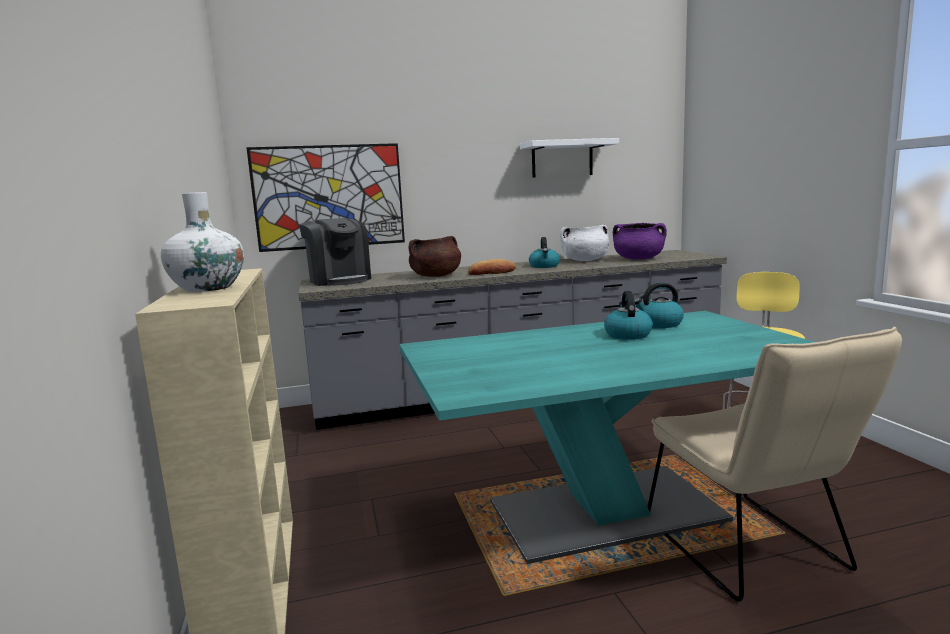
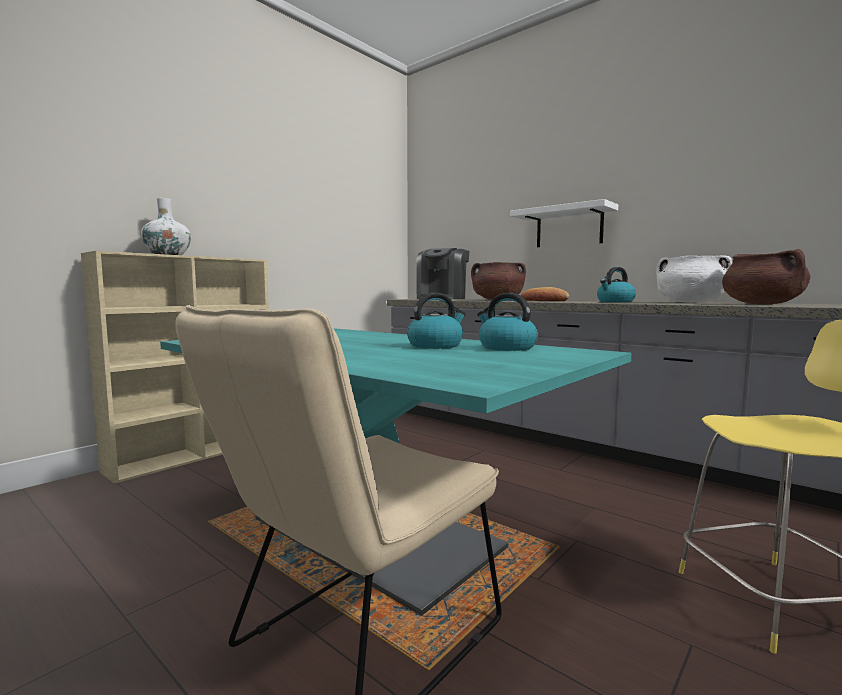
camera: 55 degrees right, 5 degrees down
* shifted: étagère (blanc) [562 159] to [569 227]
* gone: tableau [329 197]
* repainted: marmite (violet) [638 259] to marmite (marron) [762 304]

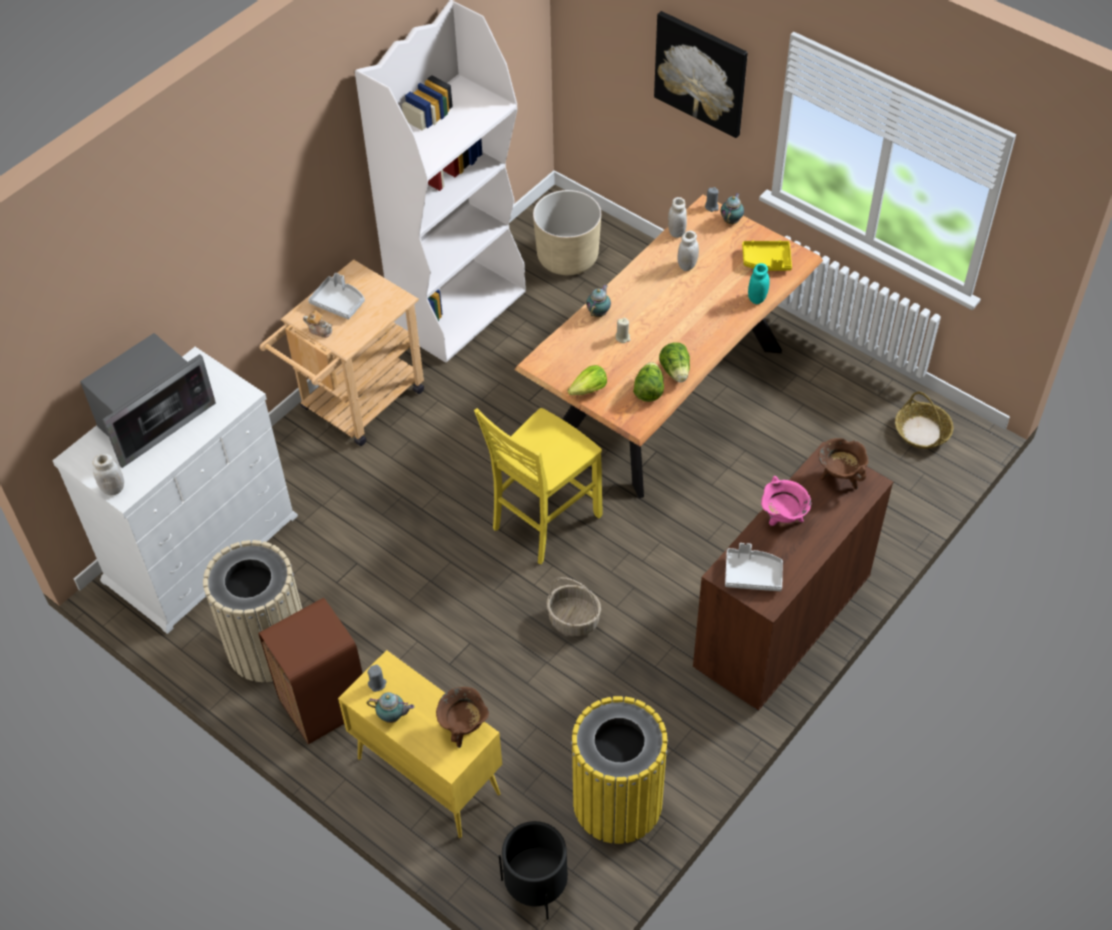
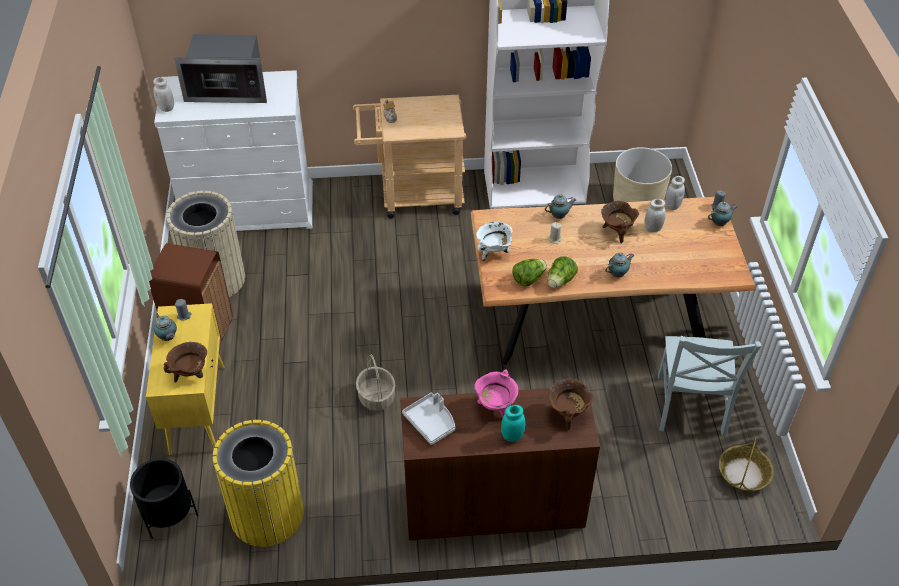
camera: 45 degrees right, 5 degrees down
* gone: tableau [701 73]
* gone: plateau (jaune) [766 261]
* shifted: bocal (turquoise) [757 298] to [512 436]
* gone: plateau (gris) [339 303]
* swapped: laitue [589 390] to marmite (blanc) [494 252]
* gone: chaise (jaune) [543 522]
* new: marmite (marron) [617 232]
* new: théière [618 274]
* new: chaise (gris) [690 408]

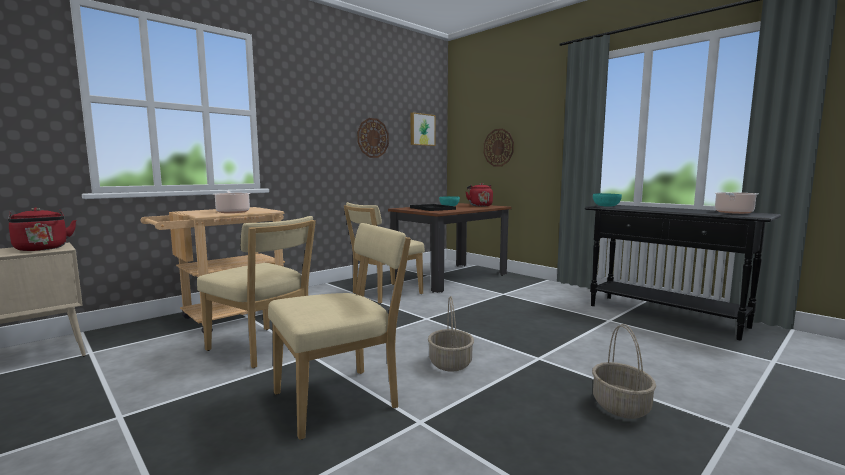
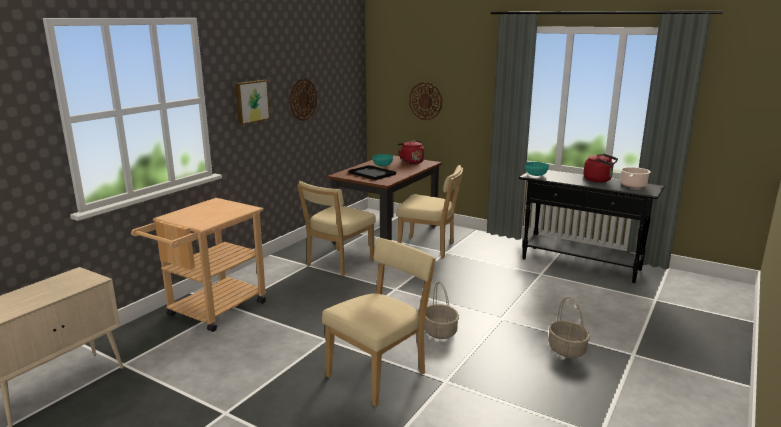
camera: 15 degrees left, 10 degrees up
* shifted: tableau [422 129] to [251 101]
* gone: marmite [232 212]
* shifted: bouilloire (rouge) [42 249] to [599 180]
* shifted: chaise (beige) [263 348] to [429 248]

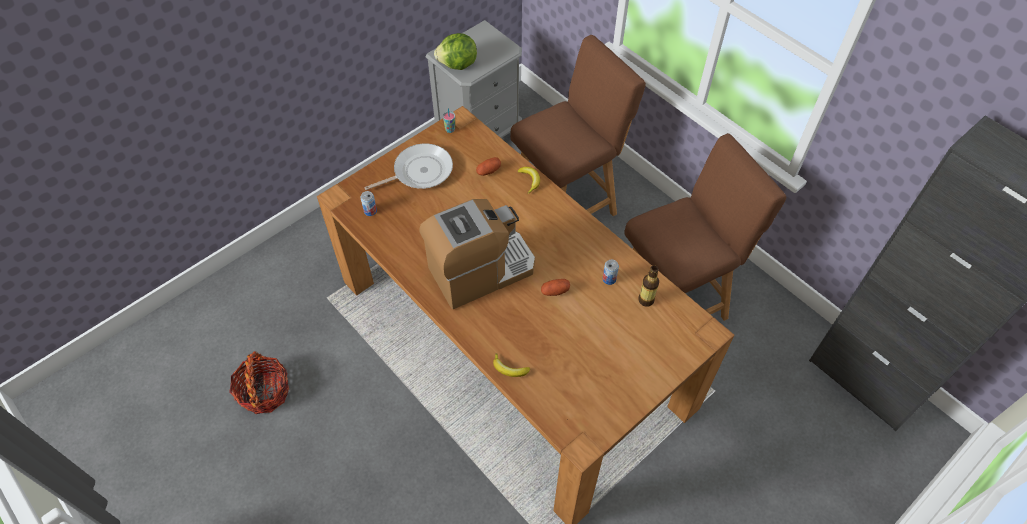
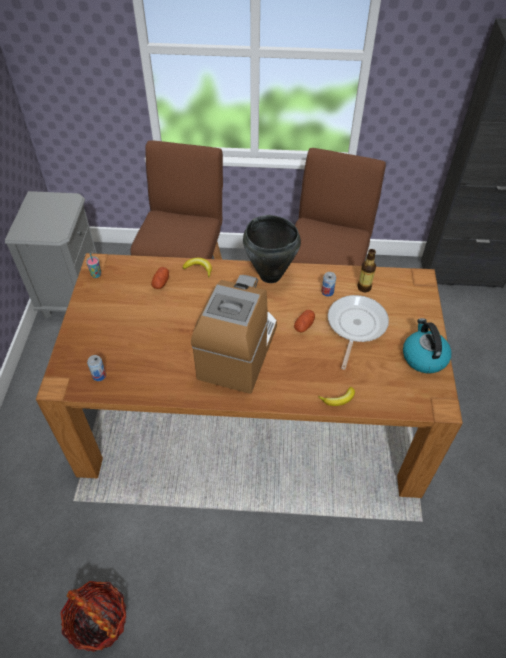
camera: 45 degrees left, 5 degrees down
* gone: laitue [458 65]
* shifted: poêle [419 171] to [355 326]
* new: marmite (noir) [270 276]
* new: bouilloire [423 357]

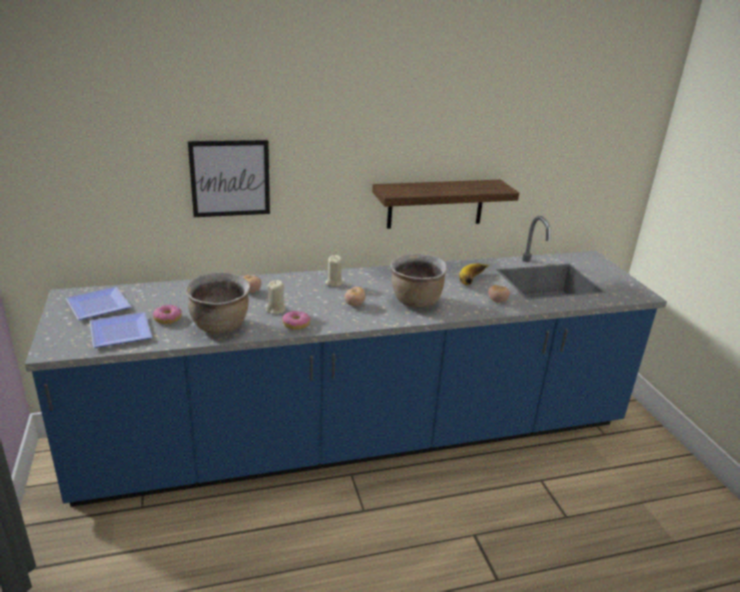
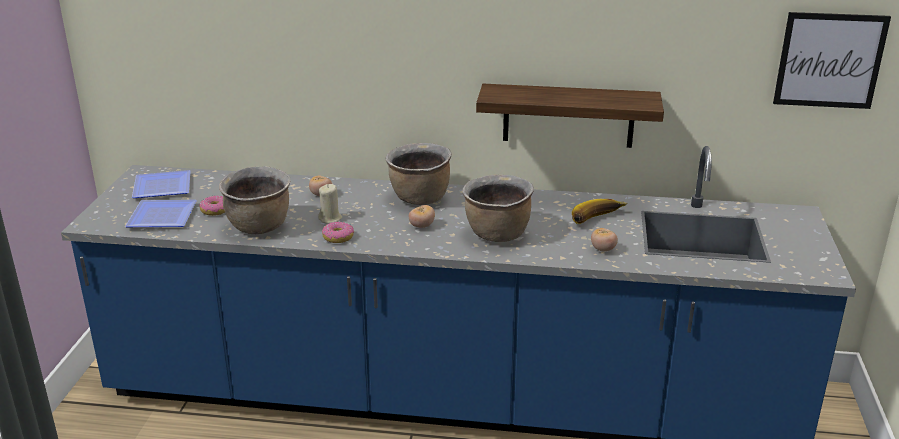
camera: 25 degrees right, 0 degrees up
* shifted: tableau [230 178] to [829 60]
* swapped: bougie (beige) [333 283] to marmite (marron) [419 198]

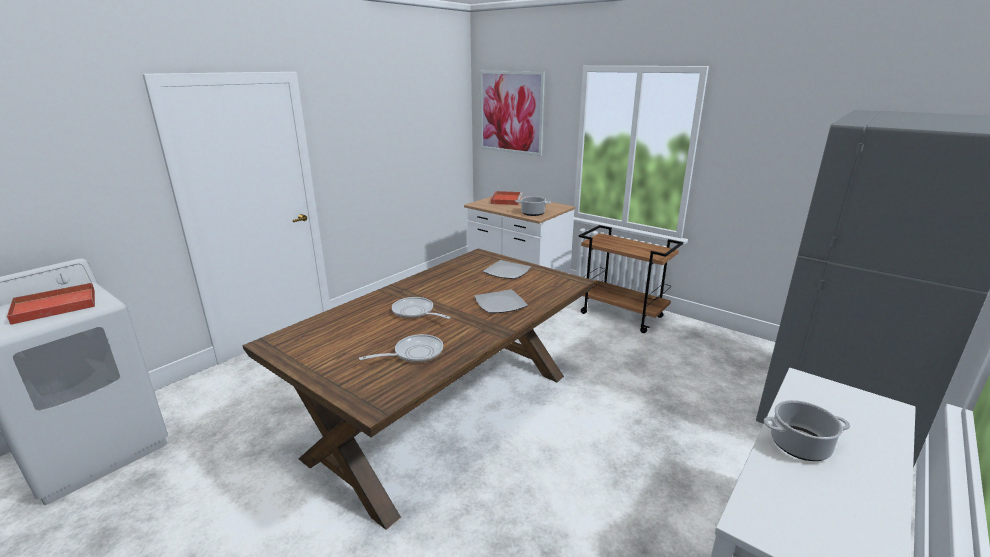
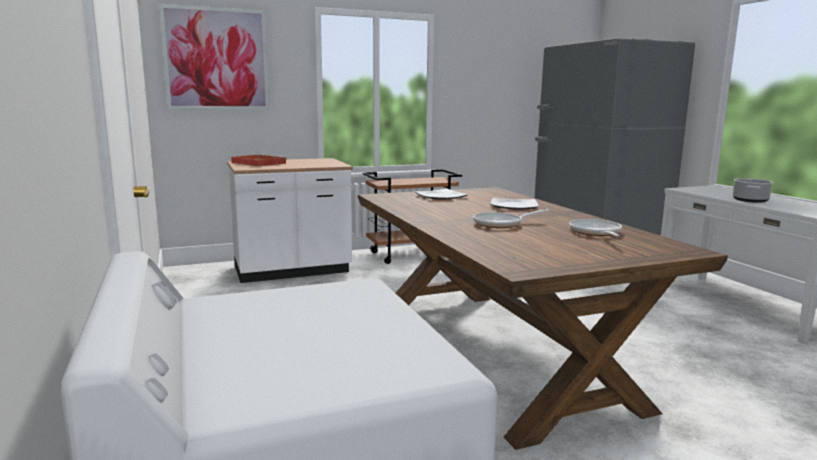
camera: 60 degrees left, 10 degrees down
* gone: marmite [533 213]
* gone: plateau (rouge) [53 306]

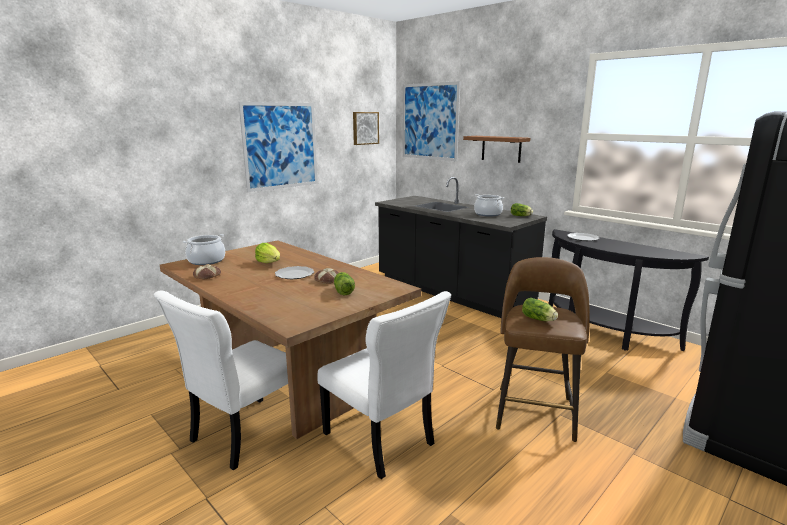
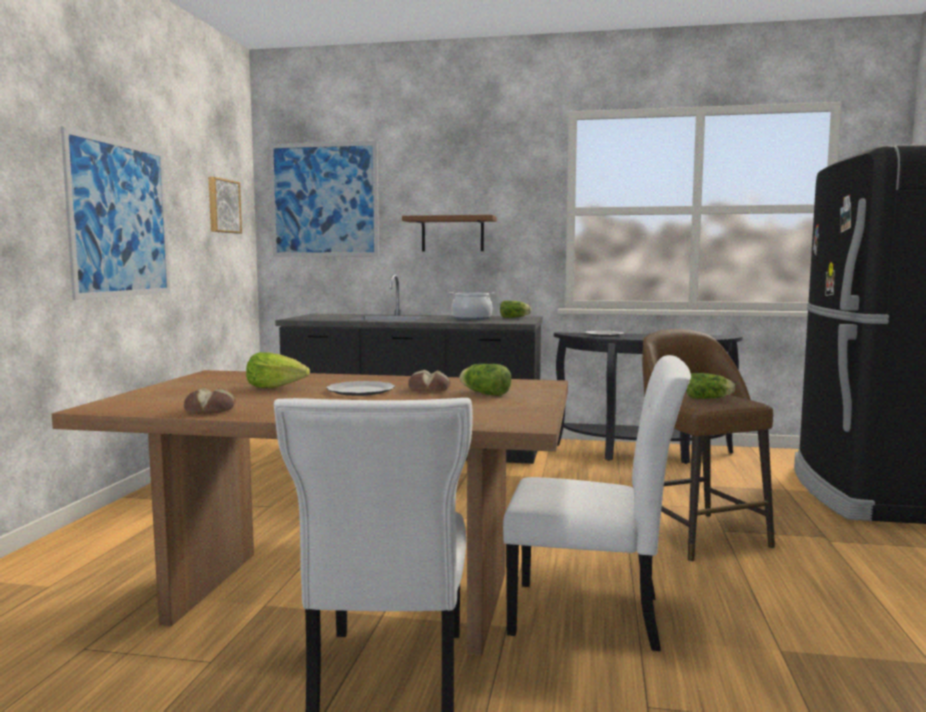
camera: 35 degrees left, 10 degrees down
* gone: marmite [206 261]

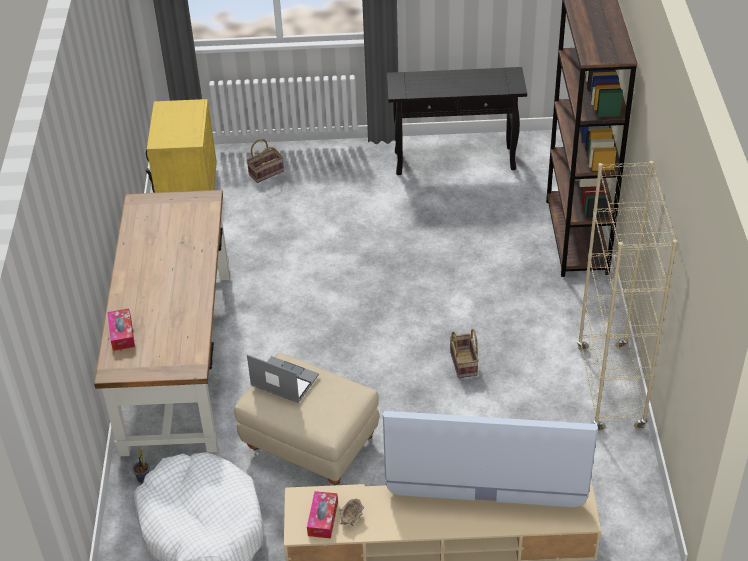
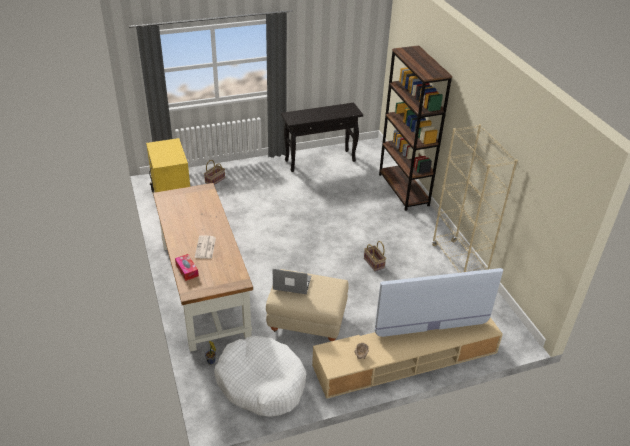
camera: 20 degrees left, 5 degrees down
* gone: boîte à mouchoirs [323 519]
* new: journal [205 248]

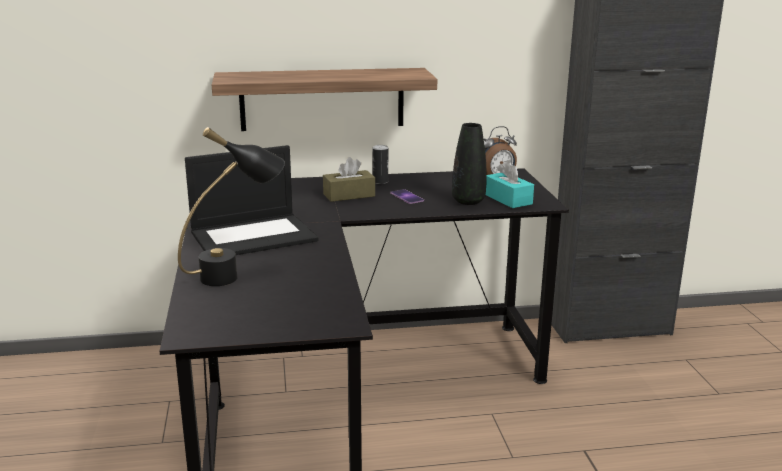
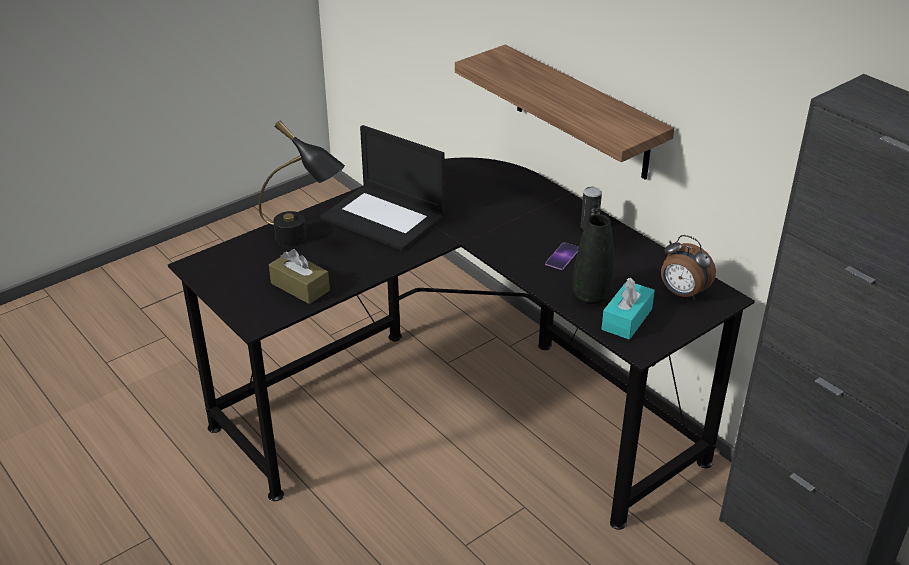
camera: 60 degrees right, 15 degrees up
* shifted: boîte à mouchoirs (marron) [349 195] to [300 287]

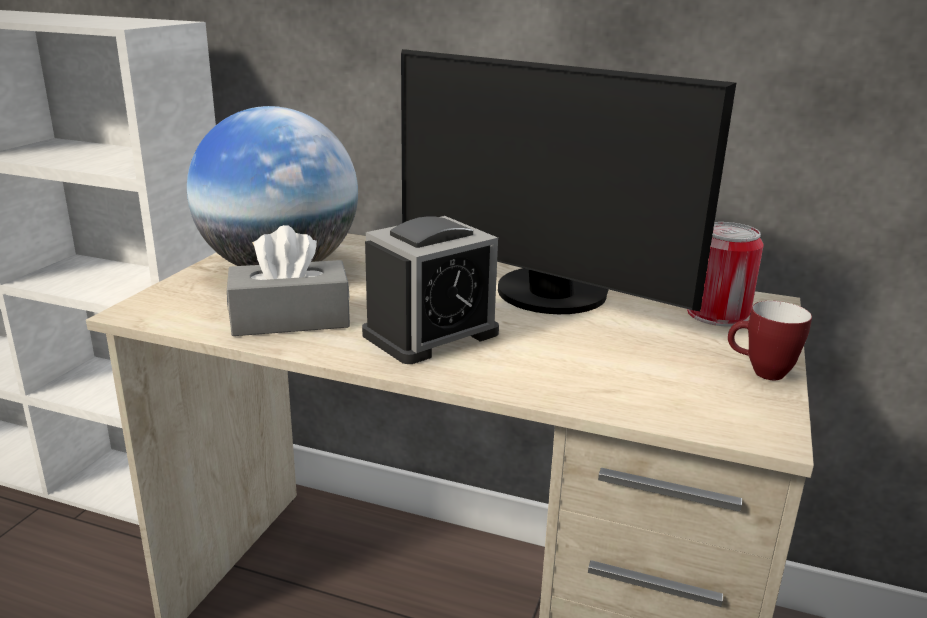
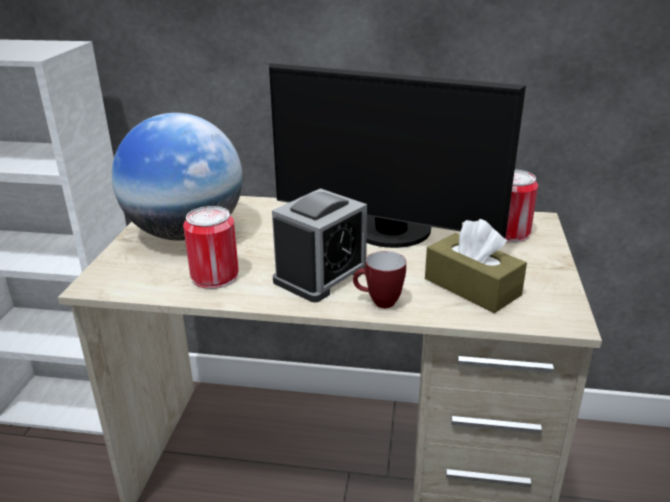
camera: 10 degrees left, 5 degrees up
* swapped: boîte à mouchoirs (gris) [290 319] to boîte métallique [215 276]
* shifted: mug [760 372] to [378 303]
* new: boîte à mouchoirs (marron) [472 287]

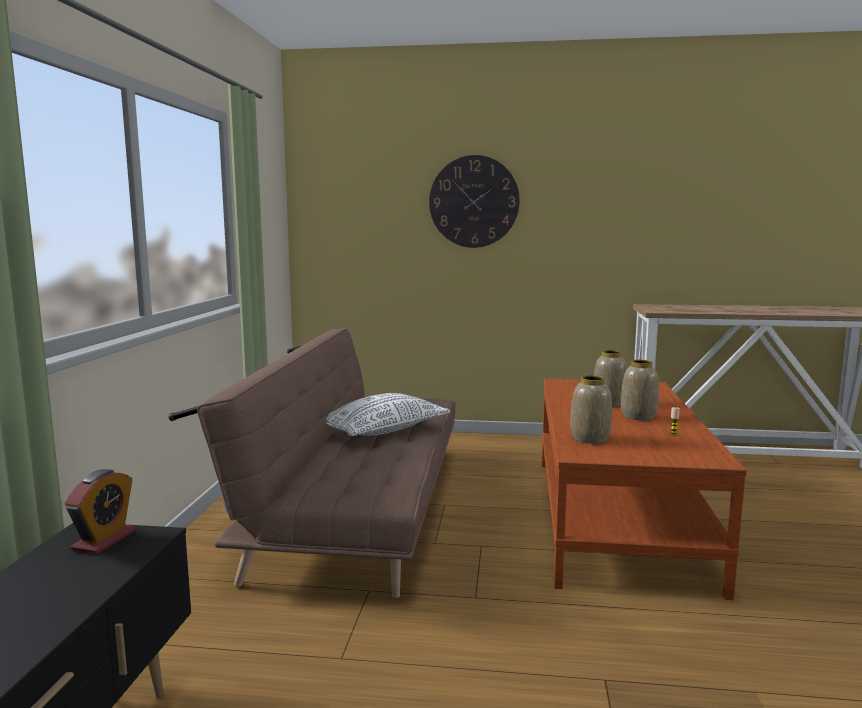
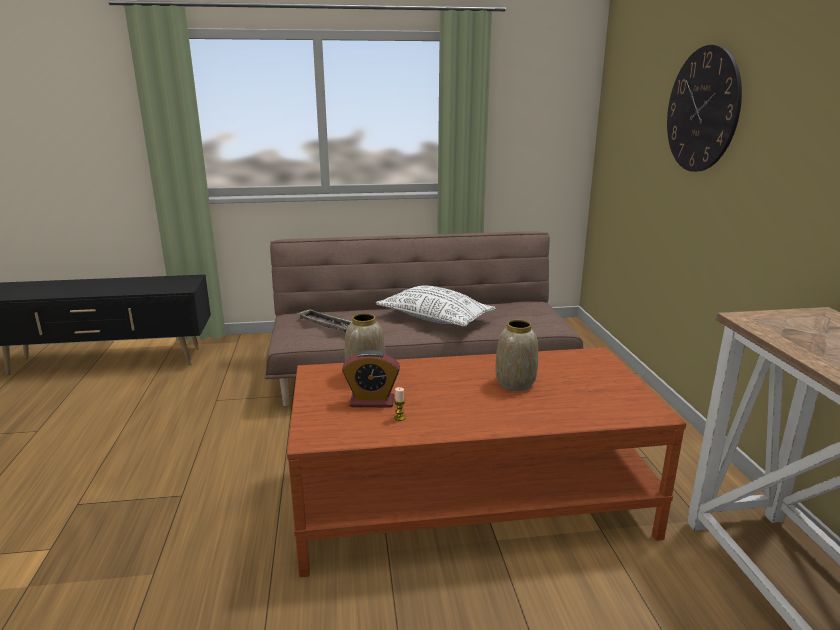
camera: 75 degrees right, 10 degrees up
* gone: vase [639 416]
* shifted: réveil [104 540] to [372 401]
* new: plateau [328 325]

